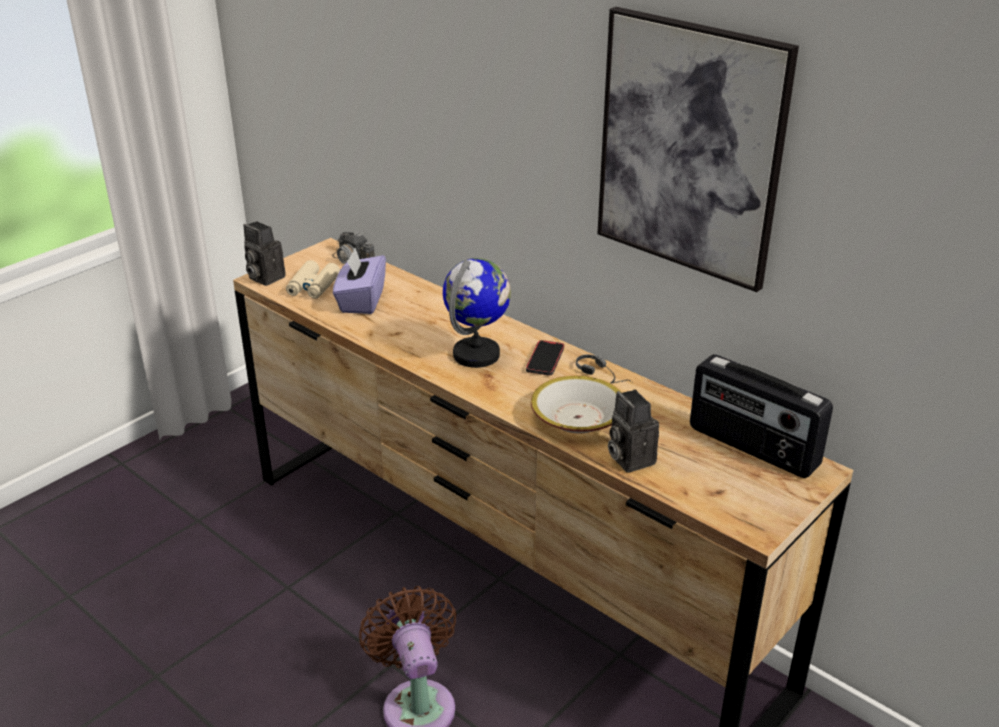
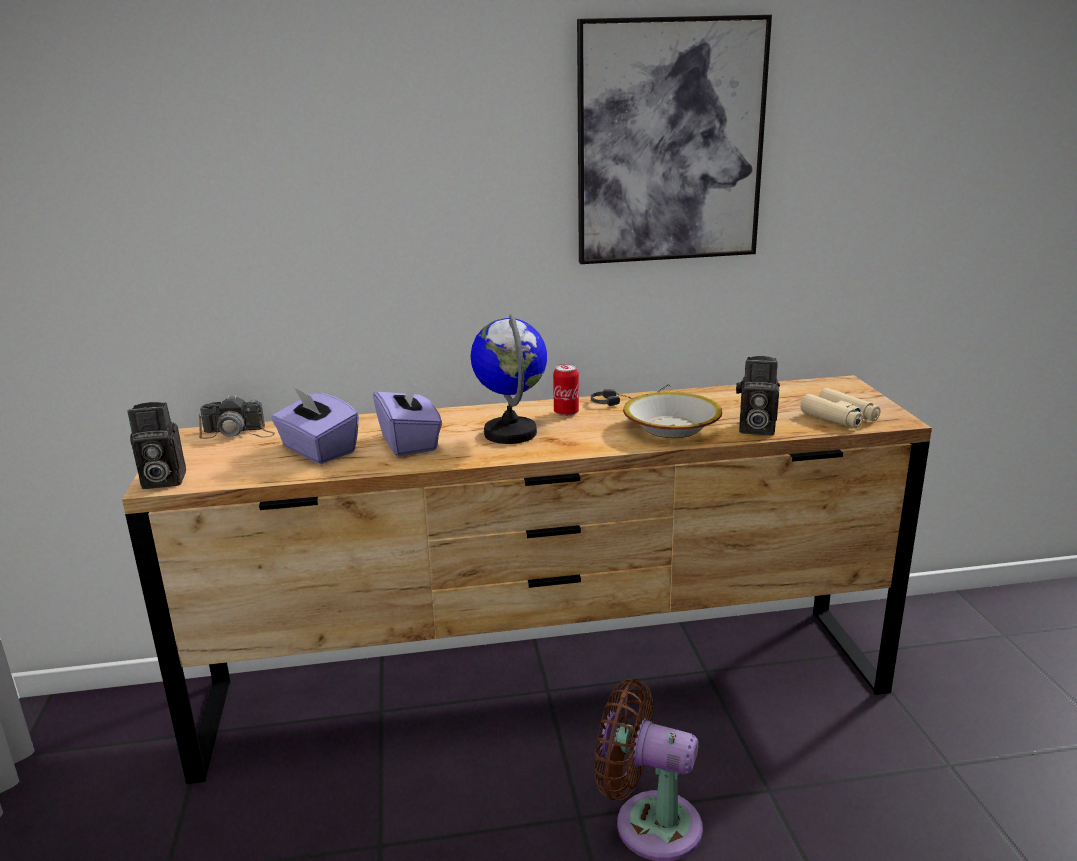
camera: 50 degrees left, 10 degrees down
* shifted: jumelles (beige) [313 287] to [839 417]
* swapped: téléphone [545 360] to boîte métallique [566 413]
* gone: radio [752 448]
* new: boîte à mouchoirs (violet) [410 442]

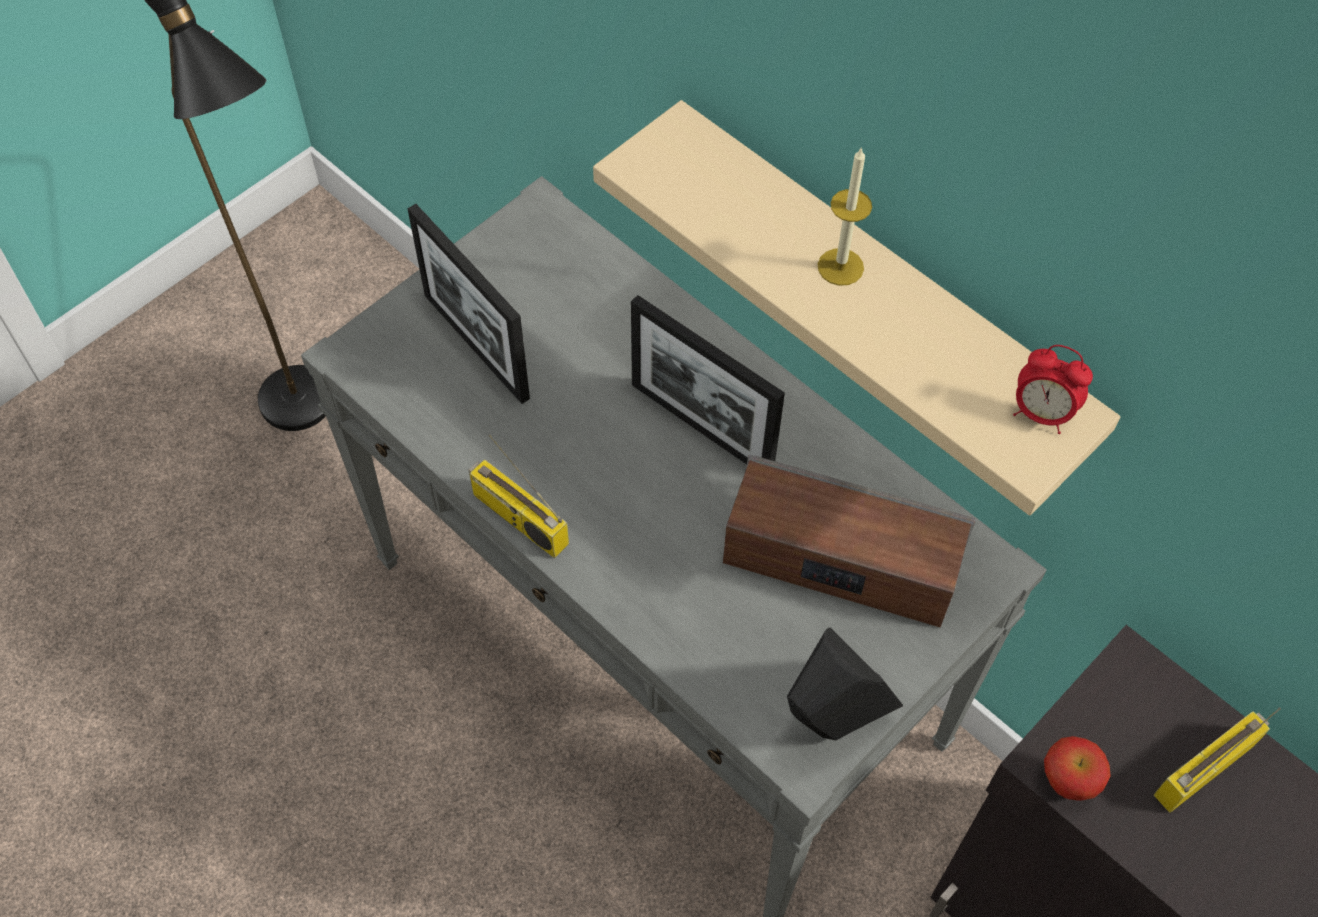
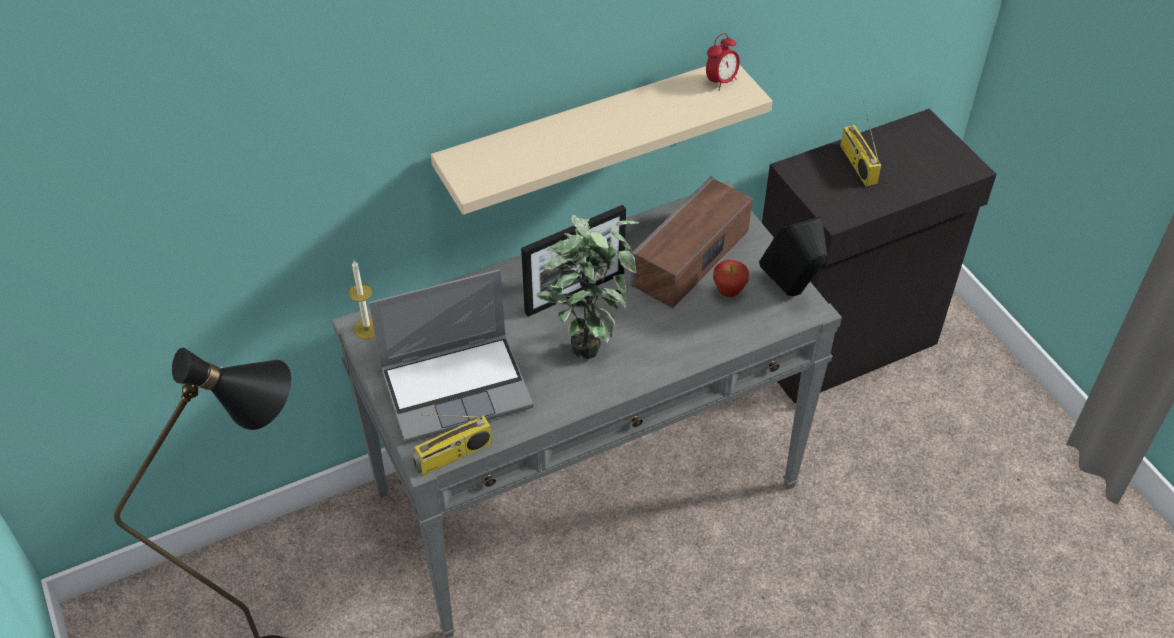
camera: 70 degrees left, 10 degrees down
* shifted: bougie [840 267] to [367 329]
* swapped: cadre photo [476 346] to ordinateur portable [457 387]
* shifted: radio [517 519] to [453 455]
* shifted: pomme [1066 783] to [728 292]
* new: plante en pot [587 337]

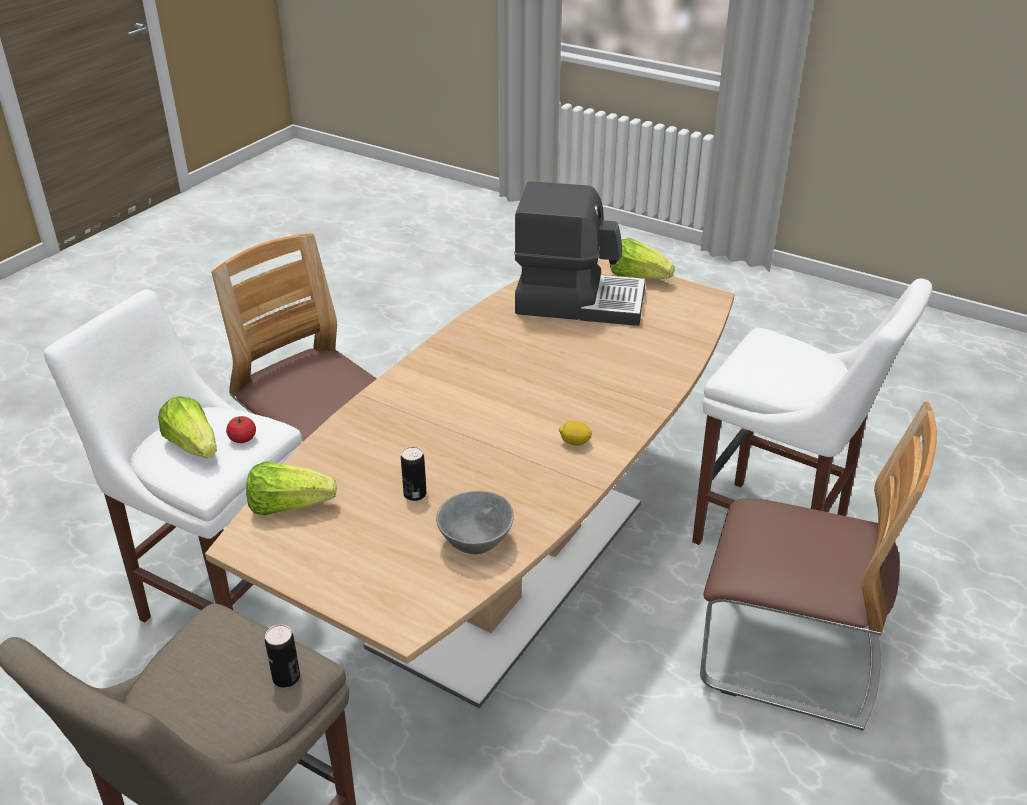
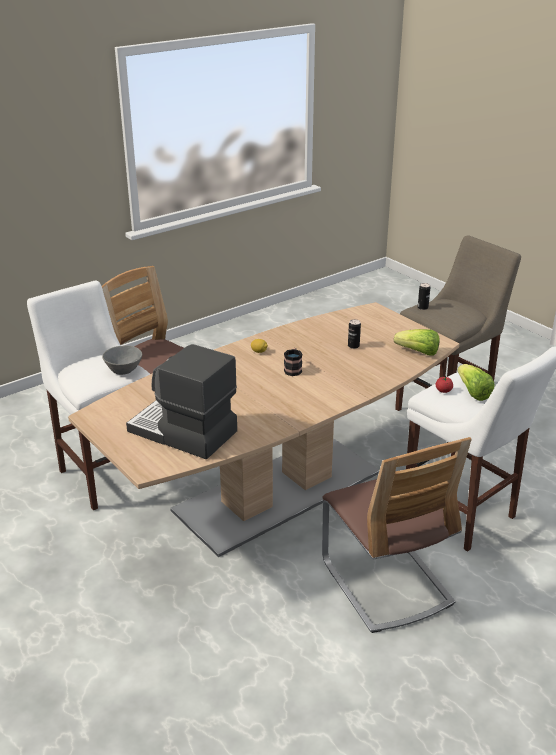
camera: 160 degrees left, 5 degrees down
* gone: laitue [638 277]
* shifted: bol (gris) [474 541] to [124 371]
* new: mug [293 369]

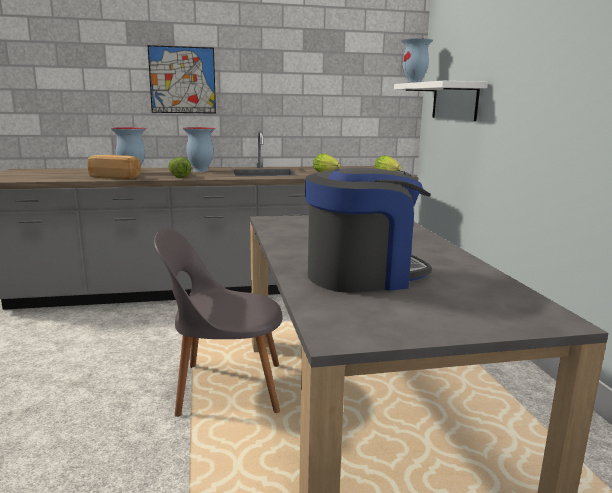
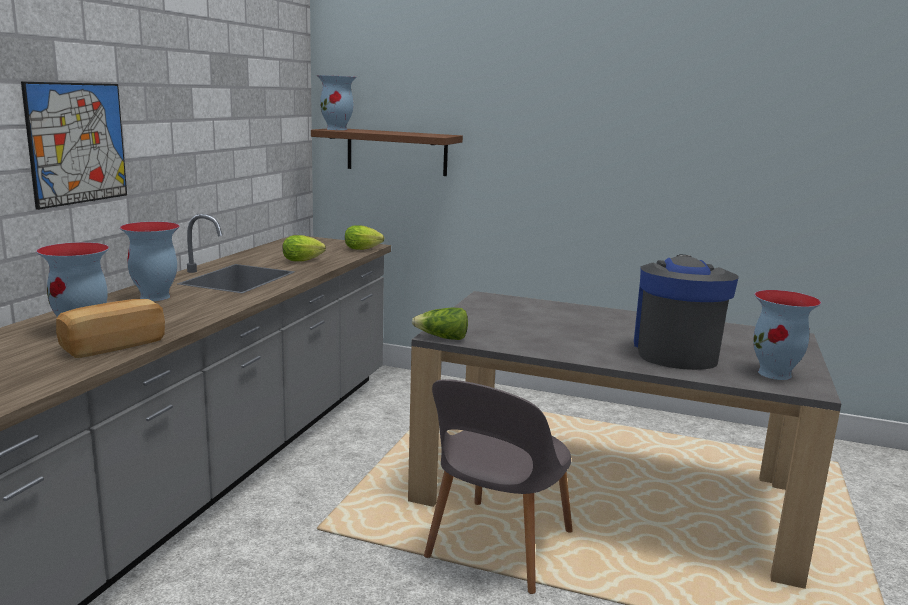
camera: 60 degrees left, 0 degrees up
* repainted: étagère (blanc) [454 101] to étagère (marron) [396 152]
* shifted: laitue [179 176] to [442 338]
* new: vase [776 374]

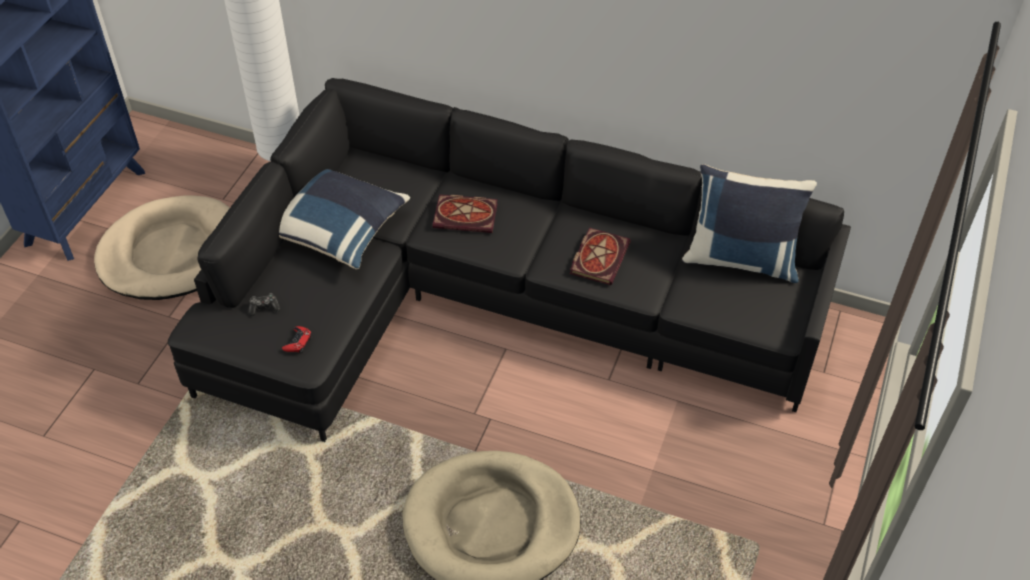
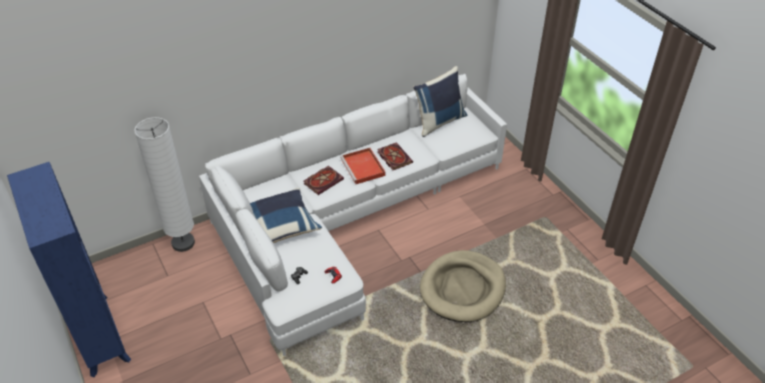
camera: 50 degrees left, 5 degrees down
* repainted: canapé (noir) [488 302] to canapé (blanc) [346 220]
* gone: panier pour chien (beige) [172 253]
* new: plateau (rouge) [363 168]

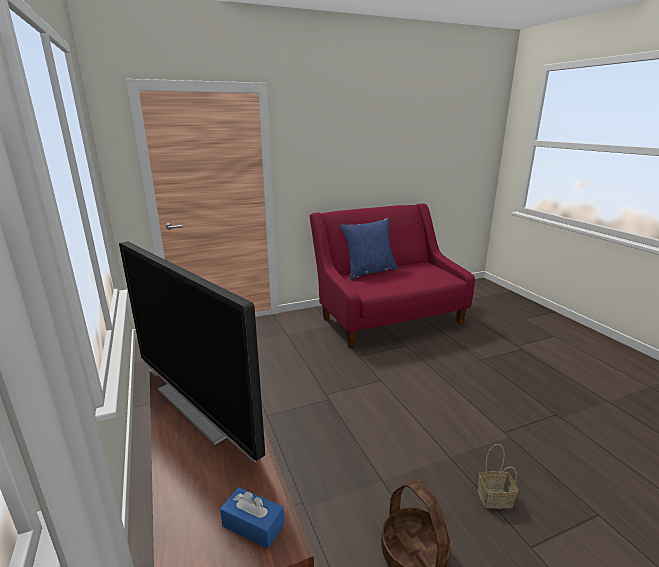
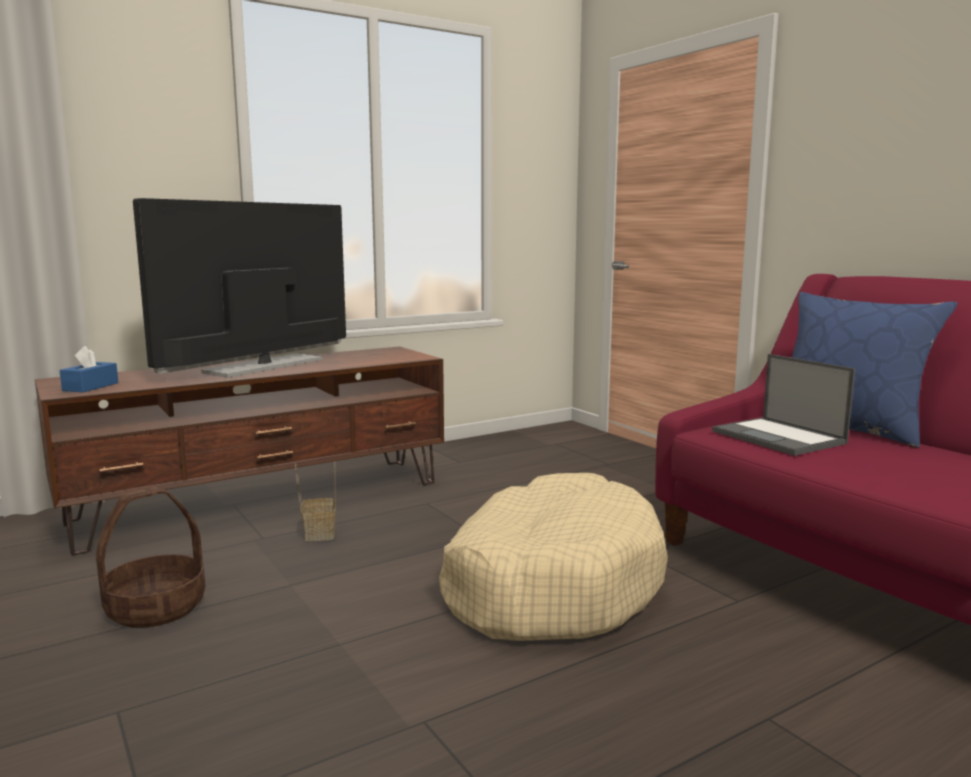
camera: 80 degrees right, 10 degrees down
* shifted: panier [493 499] to [318 532]
* new: ordinateur portable [779 437]
* new: panier pour chien (beige) [551 584]

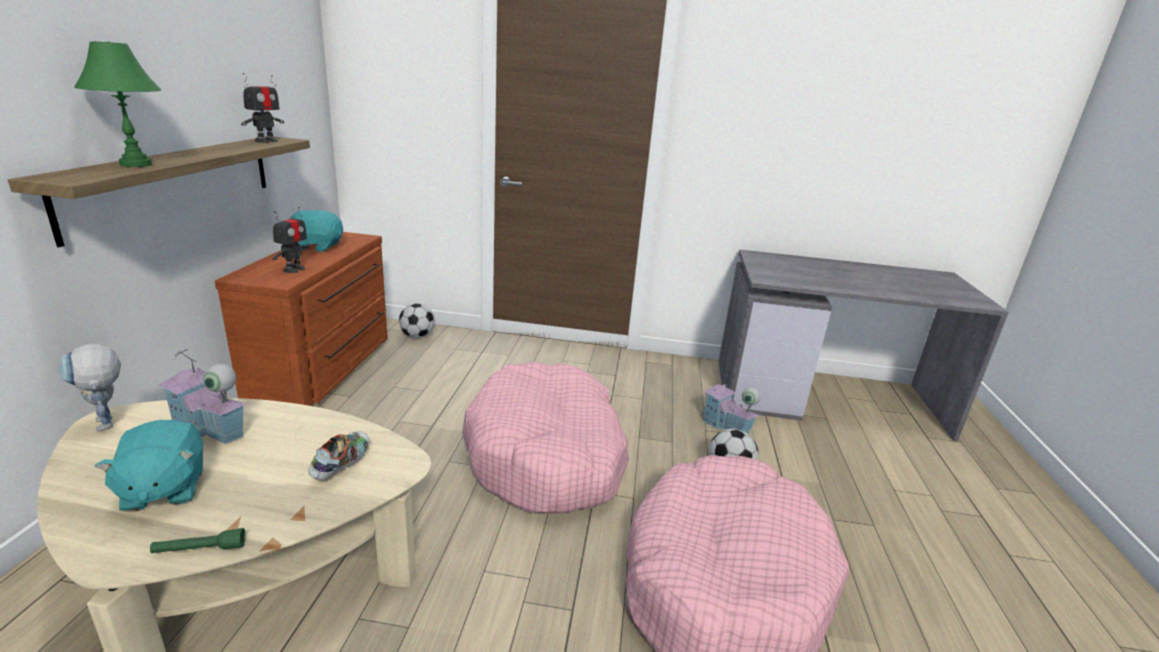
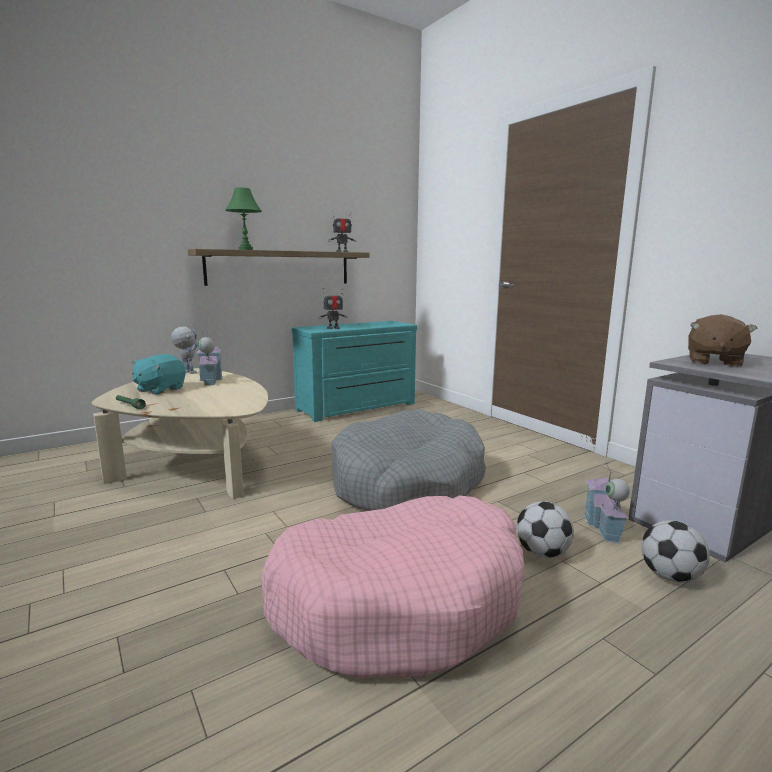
camera: 50 degrees right, 10 degrees down
* gone: peluche (turquoise) [317 246]
* repainted: commode (marron) [326 368] to commode (turquoise) [358 407]
* shifted: ballon de foot [417 336] to [670 576]
* rotated: robot jouet [108 427] = [187 372] 120 degrees clockwise
* repainted: panier pour chien (rose) [547 455] to panier pour chien (gris) [407 482]
* gone: chaussure [342 465]
* new: peluche (marron) [713 362]

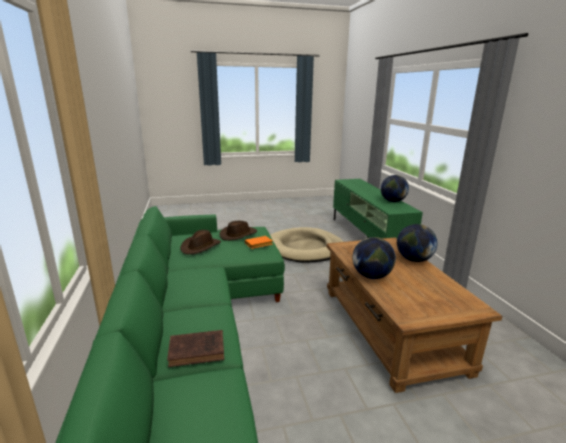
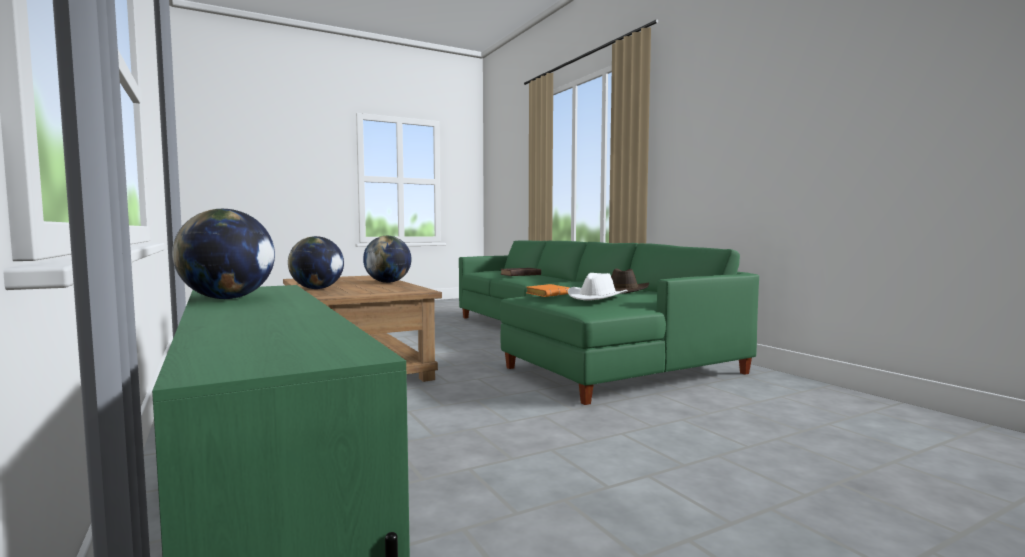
camera: 165 degrees right, 15 degrees down
* repainted: chapeau (marron) [238 235] to chapeau (blanc) [597 297]
* gone: panier pour chien (beige) [305 248]

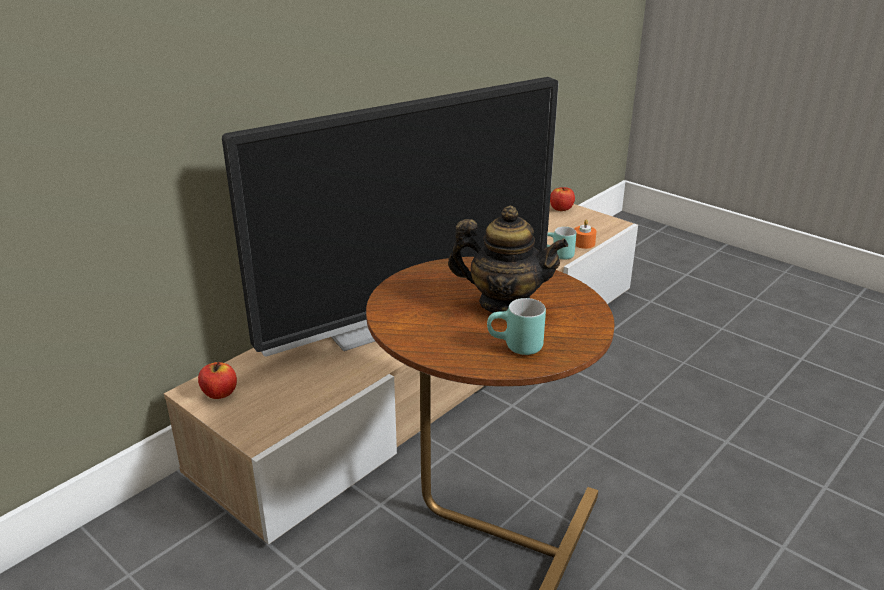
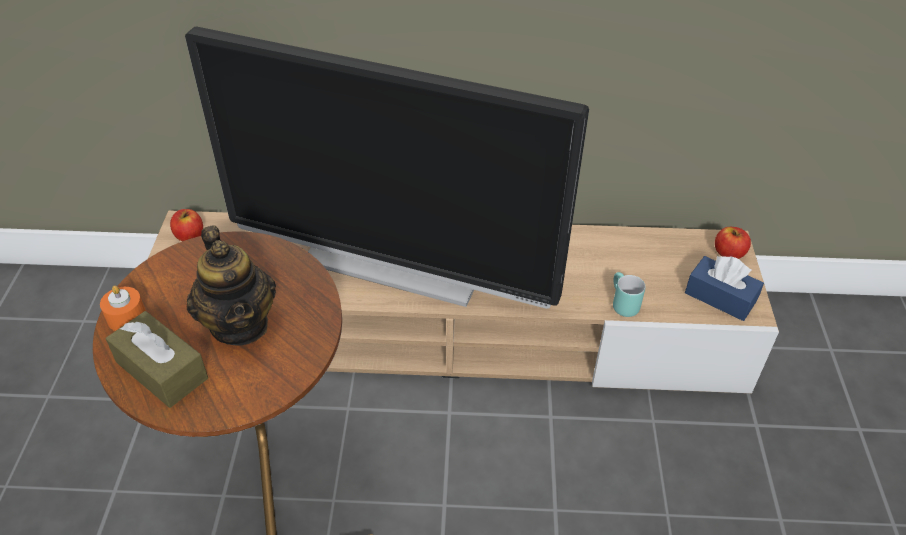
camera: 50 degrees right, 15 degrees up
* shifted: bougie (orange) [584 243] to [126 317]
* swapped: mug (turquoise) [515 348] to boîte à mouchoirs (marron) [162 370]
* new: boîte à mouchoirs (bleu) [720 297]

